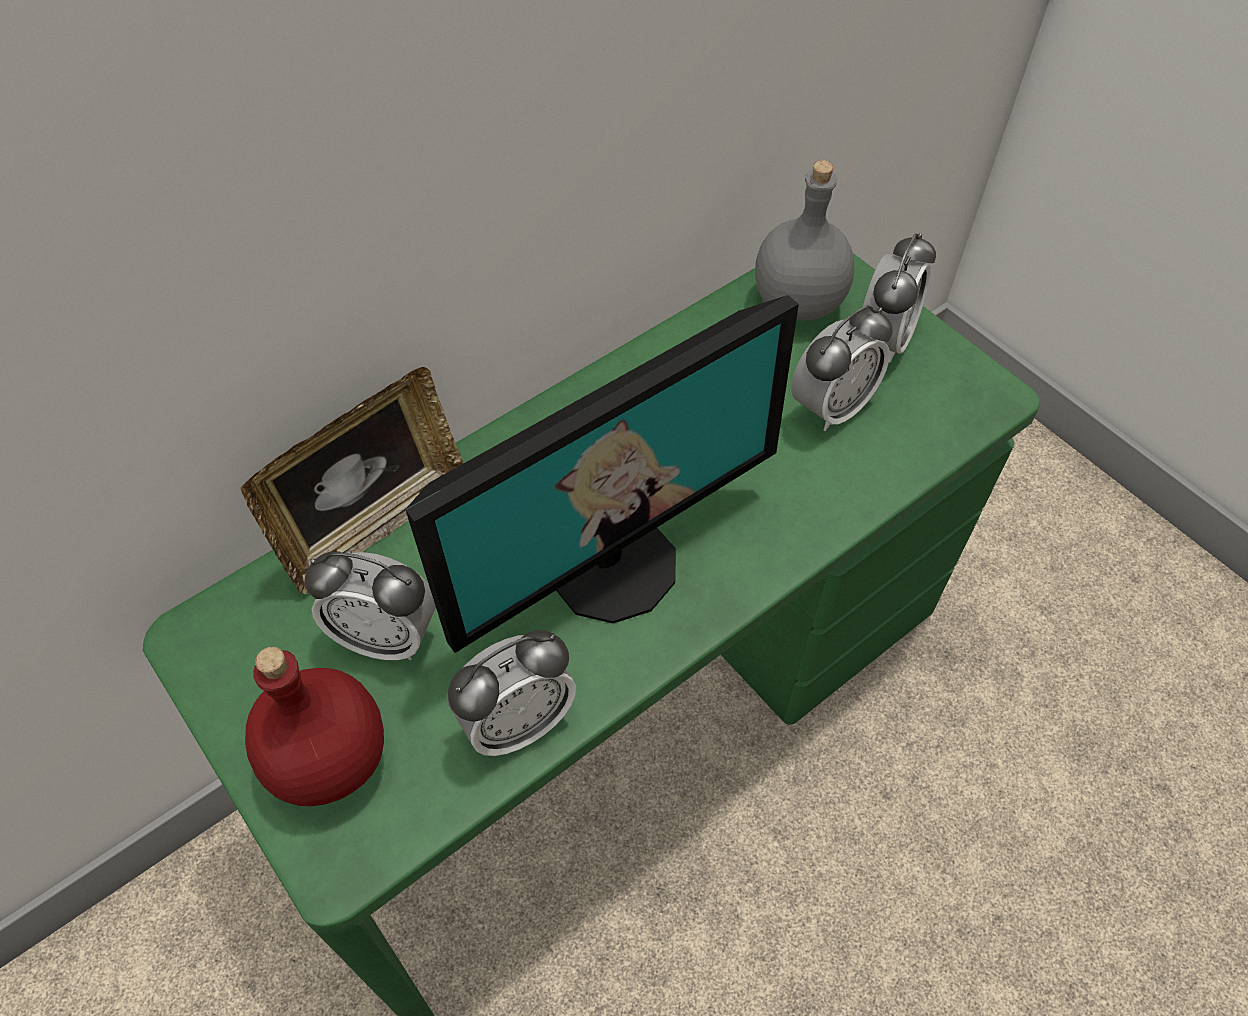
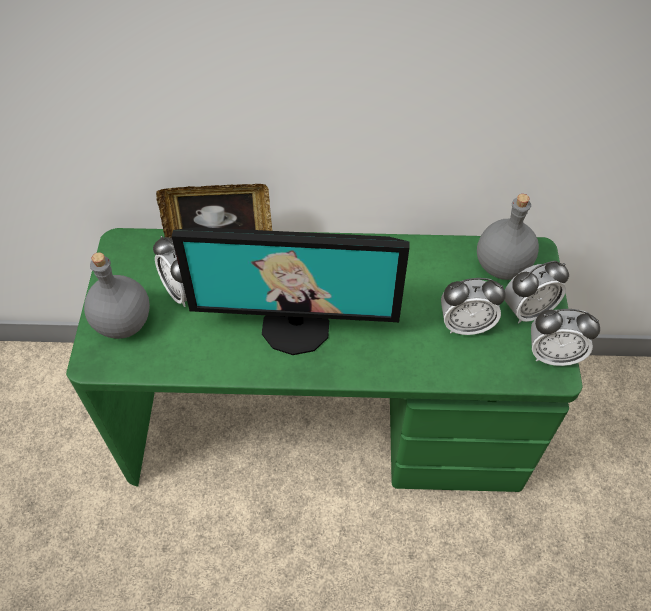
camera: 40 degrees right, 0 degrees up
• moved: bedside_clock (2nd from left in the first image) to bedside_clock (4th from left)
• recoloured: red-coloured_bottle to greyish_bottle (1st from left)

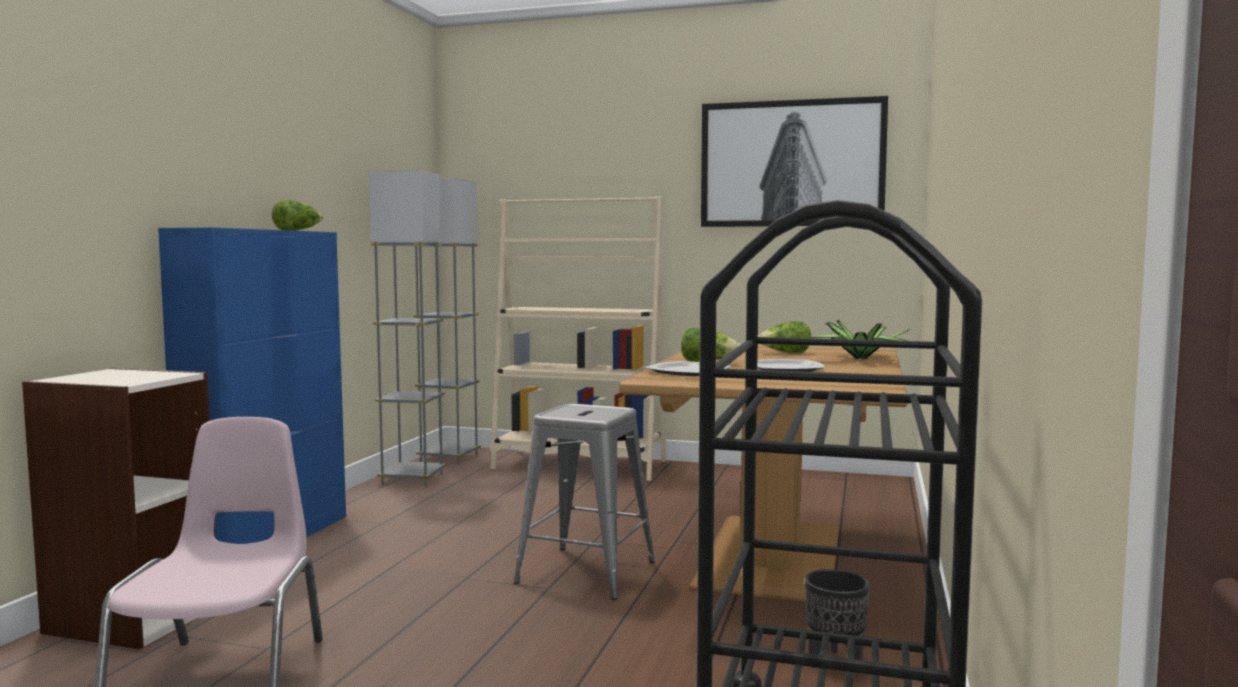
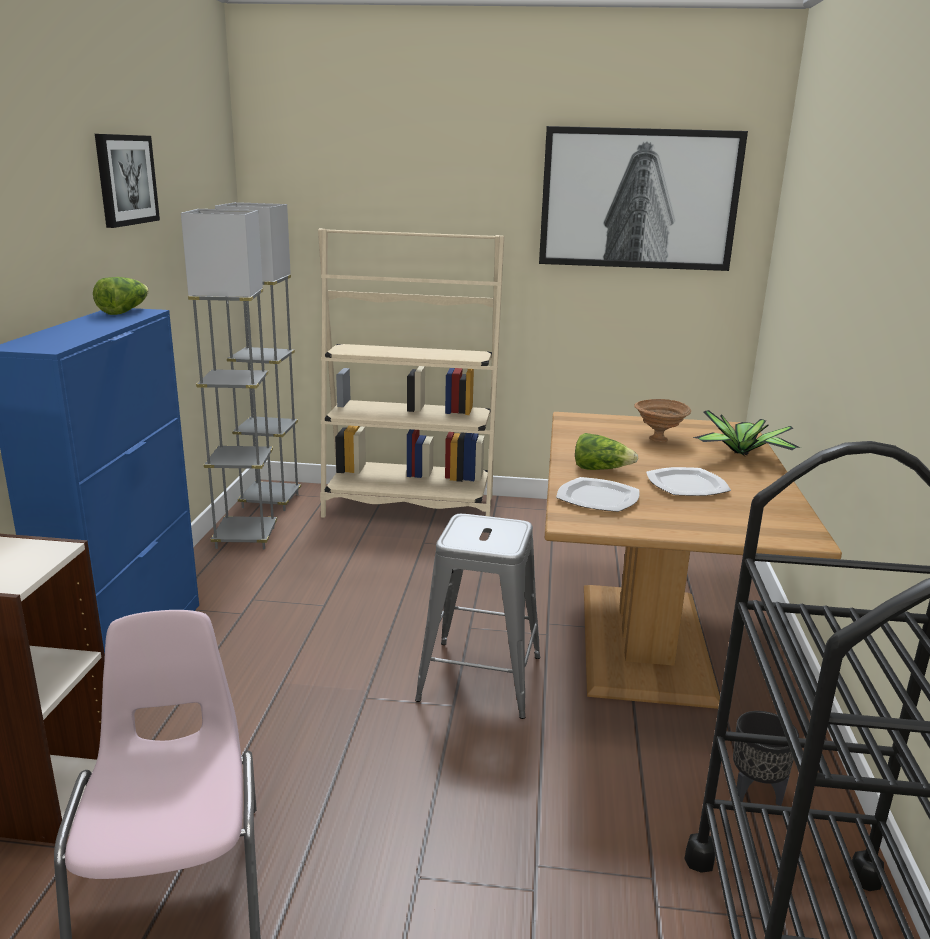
camera: 10 degrees left, 15 degrees up
• added: wall_picture (1st from left)
• replaced: head_of_lettuce (3rd from left) to brown-coloured_bowl

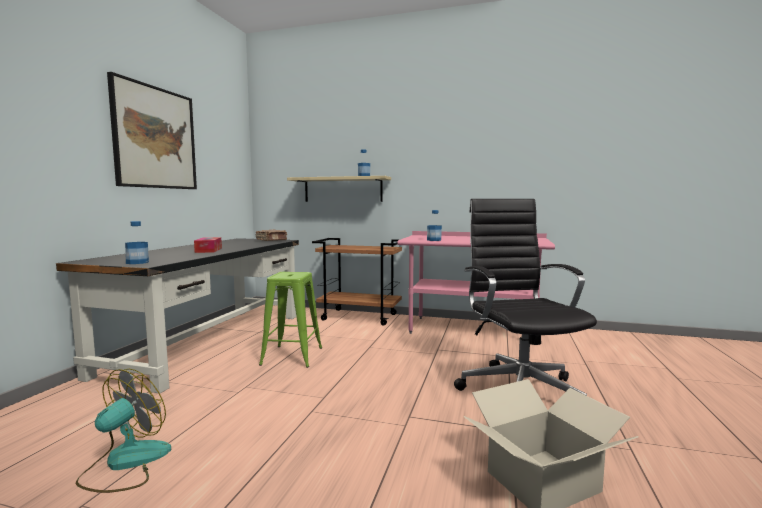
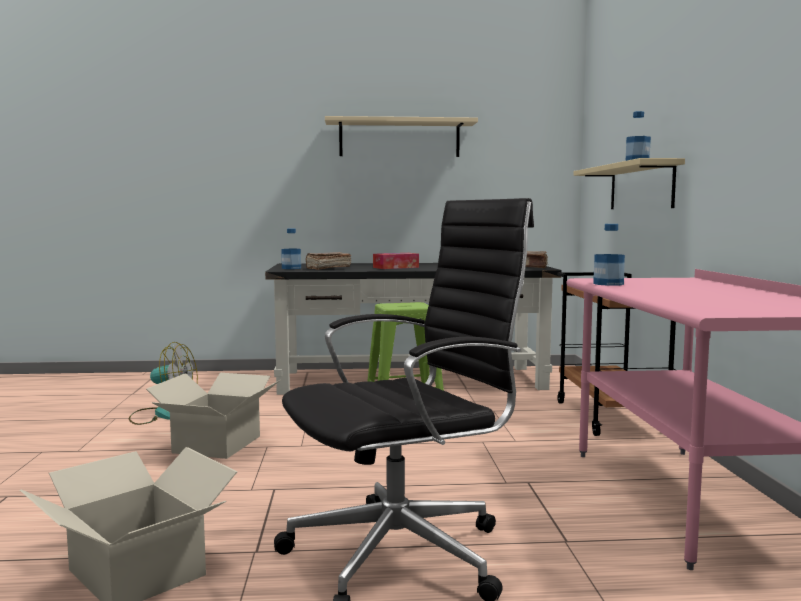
camera: 70 degrees right, 0 degrees up
• added: carton (2nd from left)
• added: brown-coloured_bound_book (1st from left)
• replaced: wall_picture to beige-coloured_wall_shelf (1st from left)

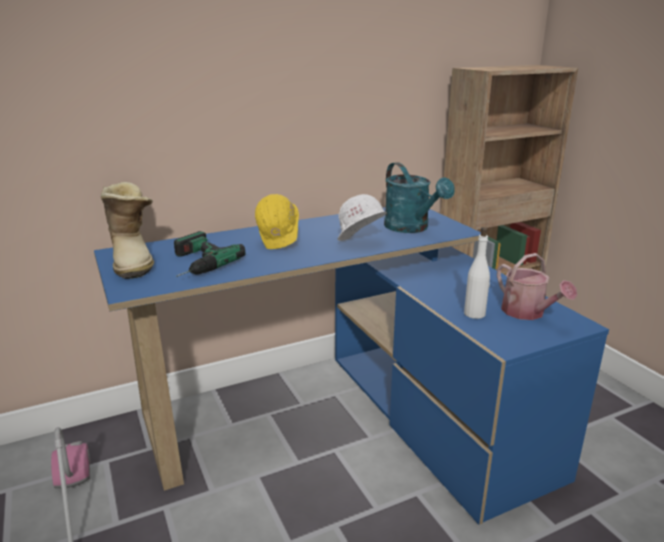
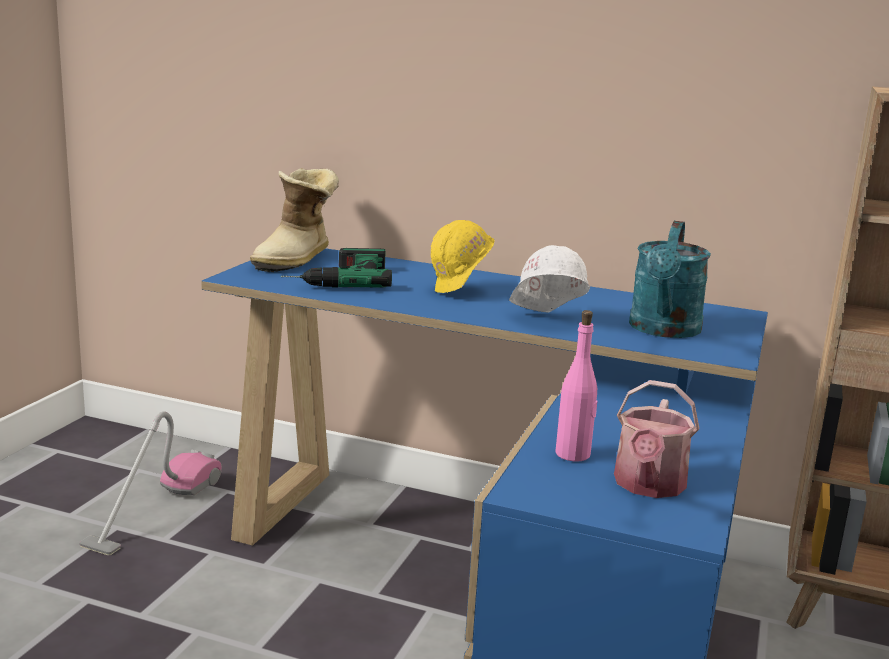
camera: 45 degrees right, 5 degrees down
• recoloured: white-coloured_bottle to pink_bottle

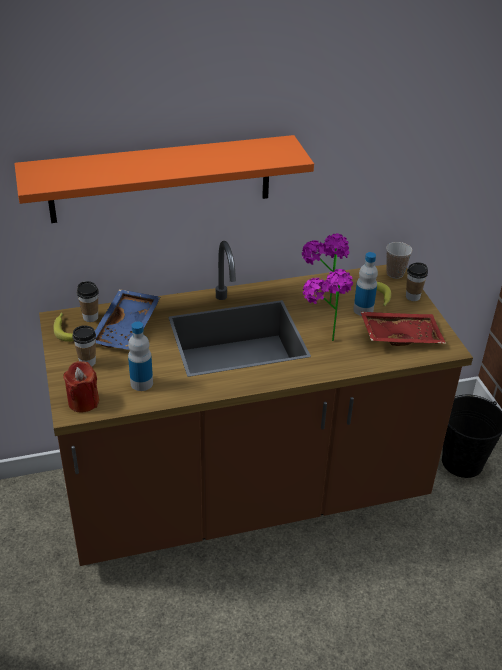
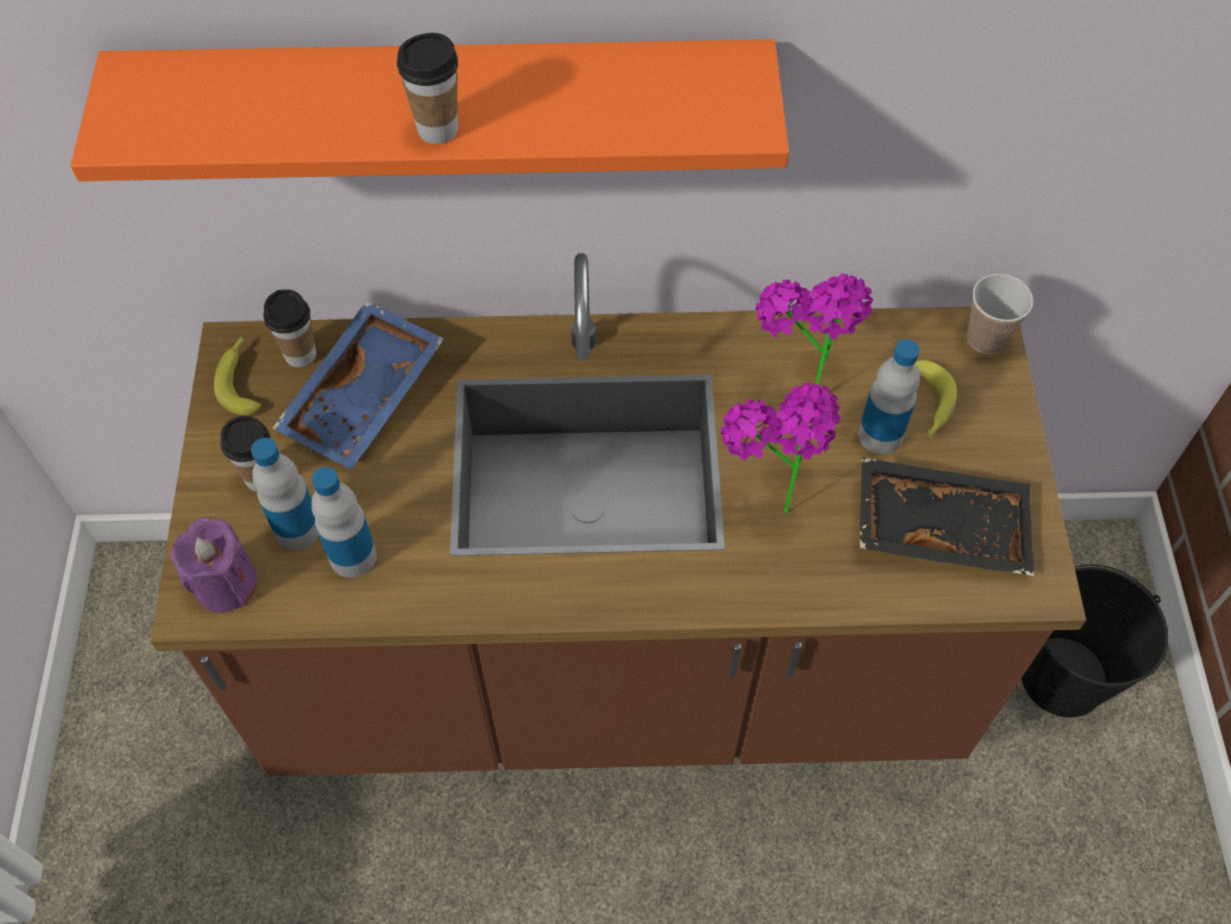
camera: 15 degrees right, 20 degrees up
• added: bottle (1st from left)
• moved: cup (4th from left in the first image) to cup (3rd from left)
• recoloured: red-coloured_candle to purple_candle
• recoloured: red-coloured_tray to black_tray

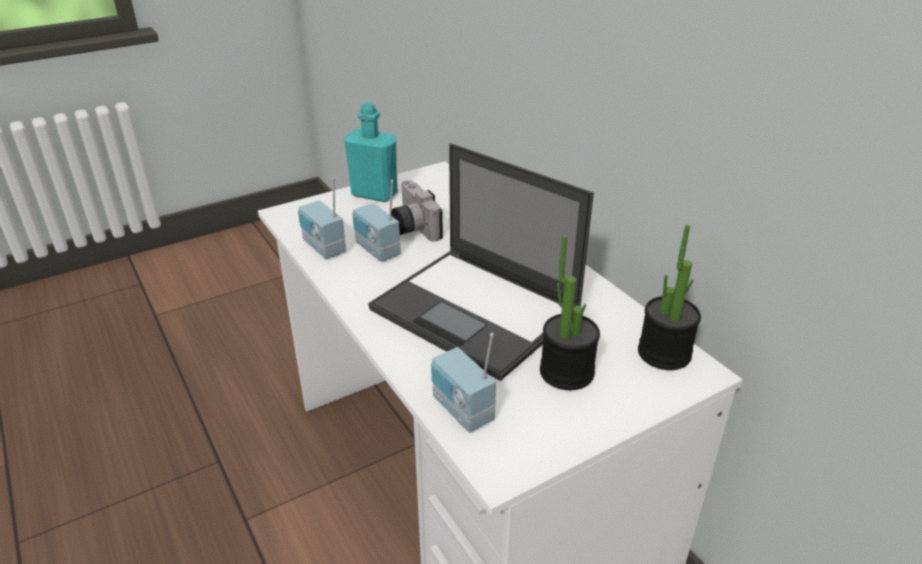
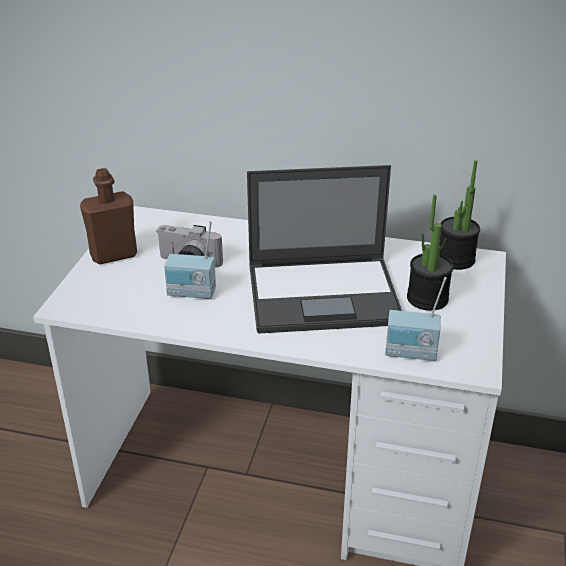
camera: 45 degrees left, 0 degrees up
• removed: radio_receiver (1st from left)
• recoloured: turquoise-coloured_bottle to brown-coloured_bottle

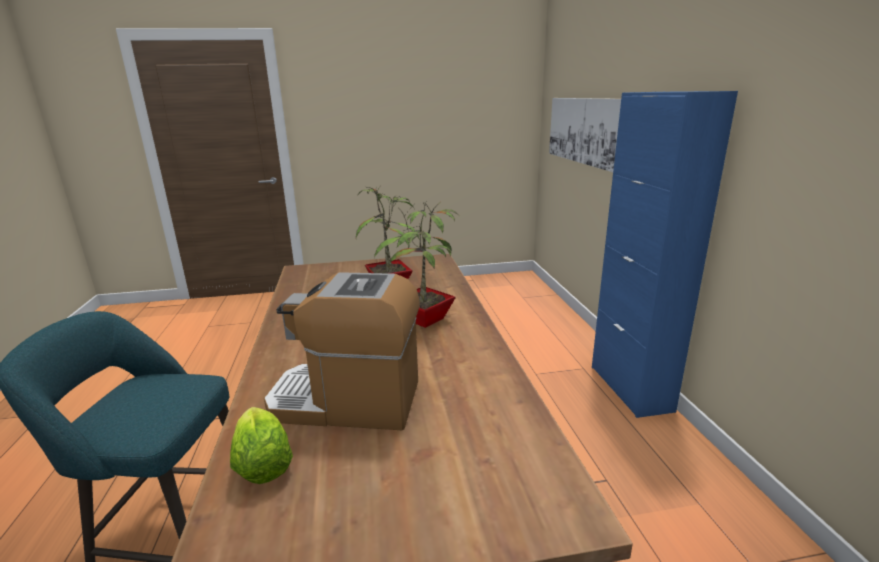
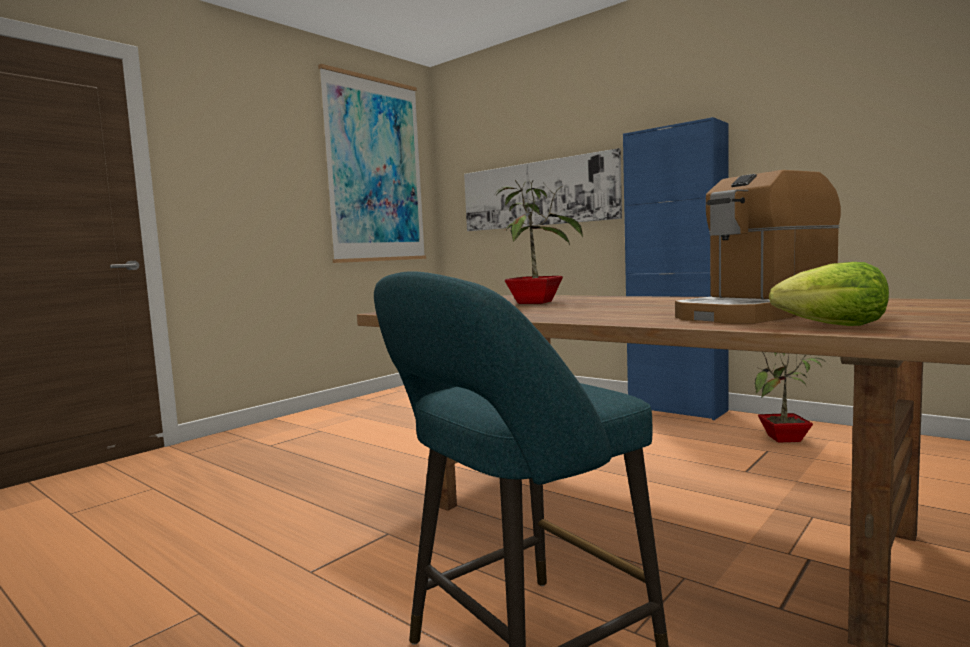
camera: 40 degrees left, 15 degrees down
• added: wall_picture (1st from left)
• moved: potted_plant (2nd from left)

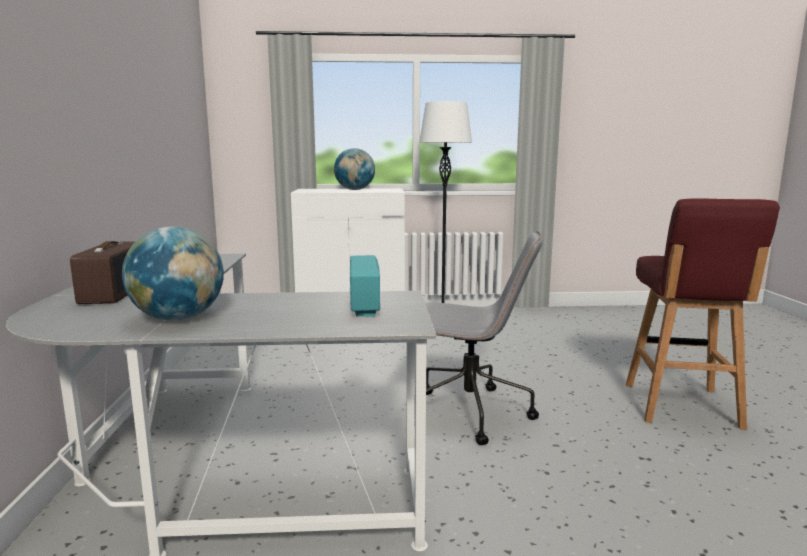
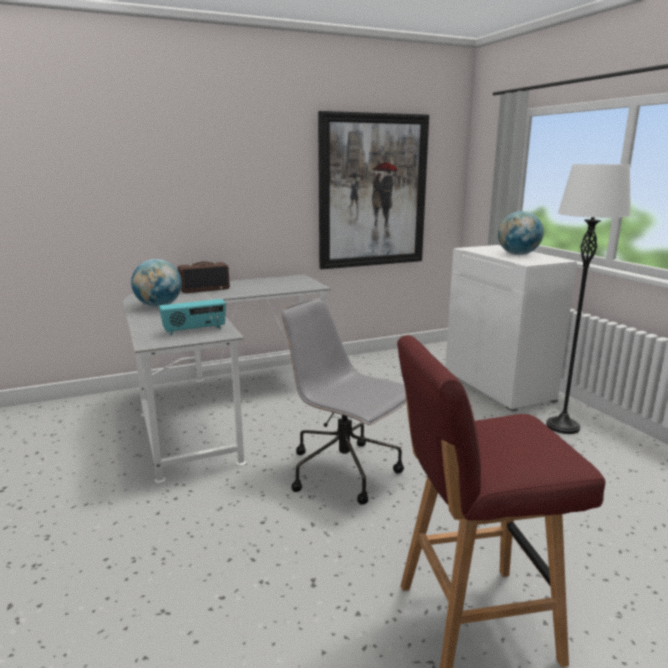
camera: 70 degrees right, 5 degrees up
• added: wall_picture
• turned: greyish_desk_chair 135 degrees clockwise

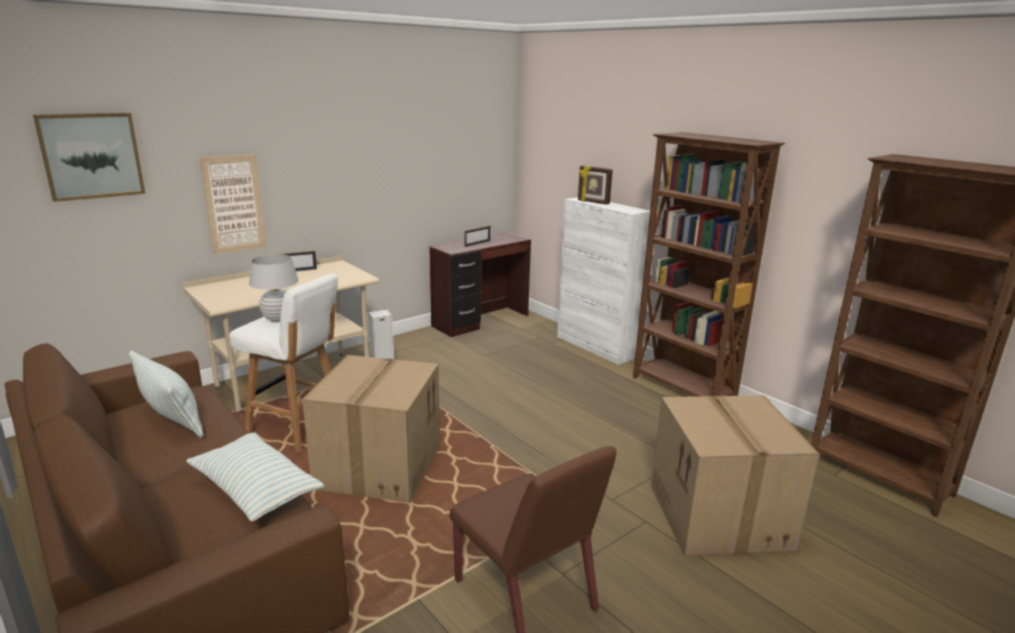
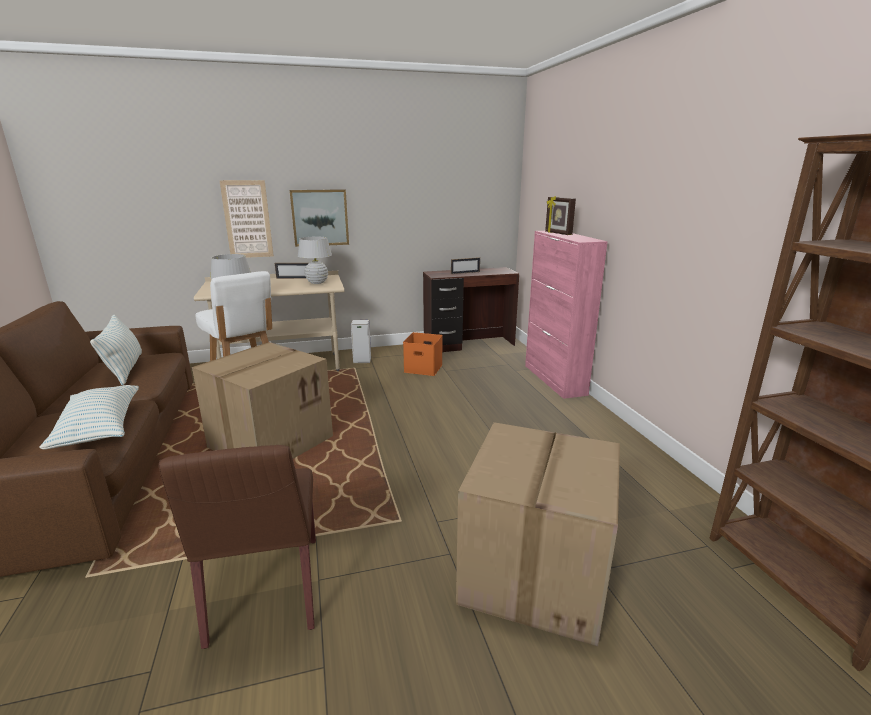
camera: 25 degrees right, 0 degrees up
• removed: brown-coloured_bookcase (1st from left)
• added: white-coloured_table_lamp (2nd from left)
• added: orangey_storage_box
• moved: wall_picture (1st from left in the first image) to wall_picture (2nd from left)
• recoloured: white-coloured_storage_cabinet to pink_storage_cabinet

